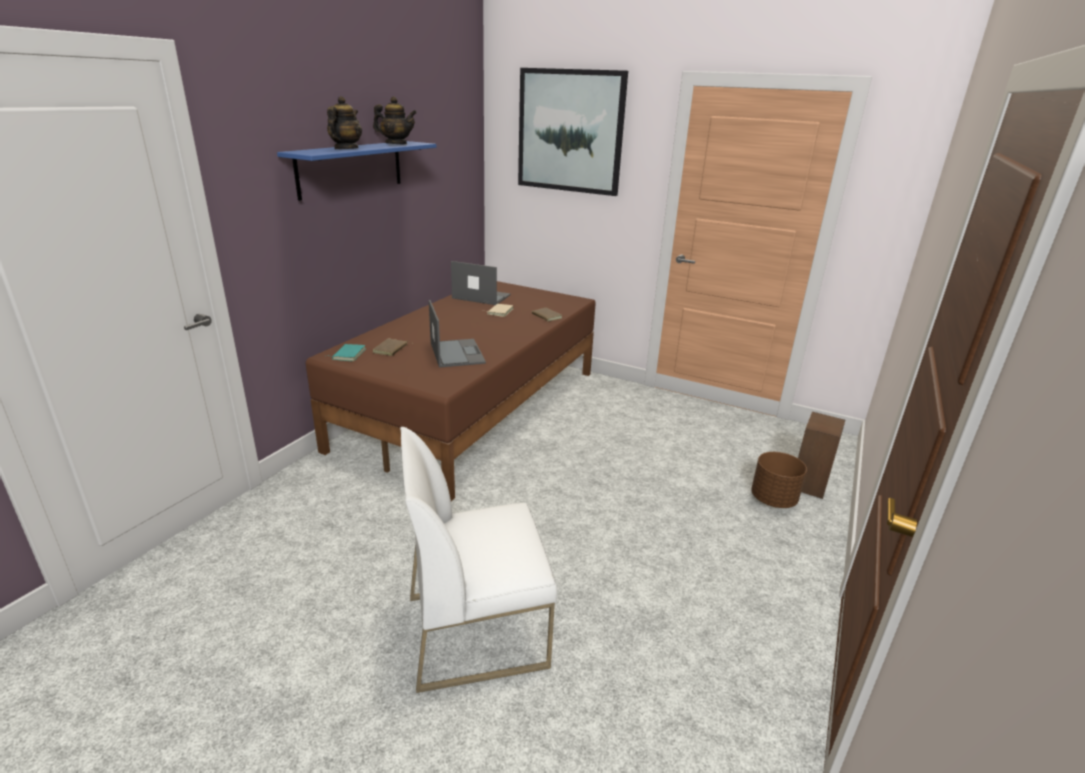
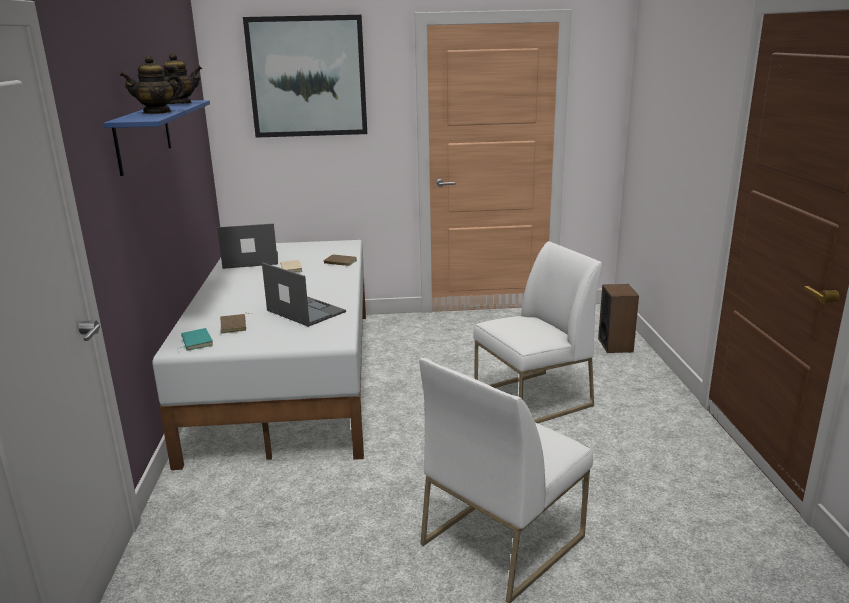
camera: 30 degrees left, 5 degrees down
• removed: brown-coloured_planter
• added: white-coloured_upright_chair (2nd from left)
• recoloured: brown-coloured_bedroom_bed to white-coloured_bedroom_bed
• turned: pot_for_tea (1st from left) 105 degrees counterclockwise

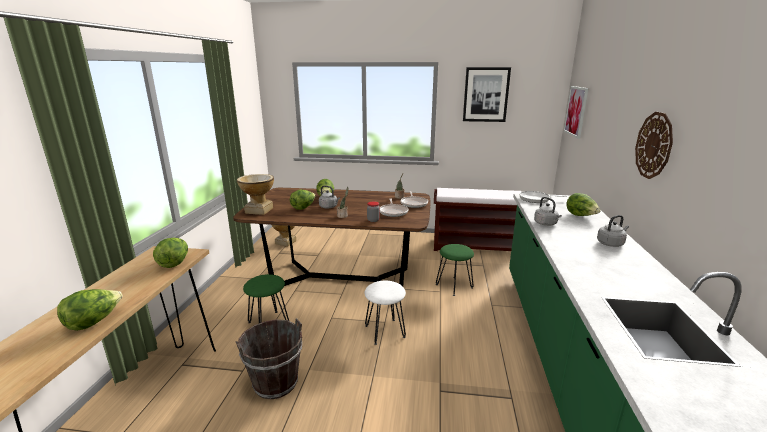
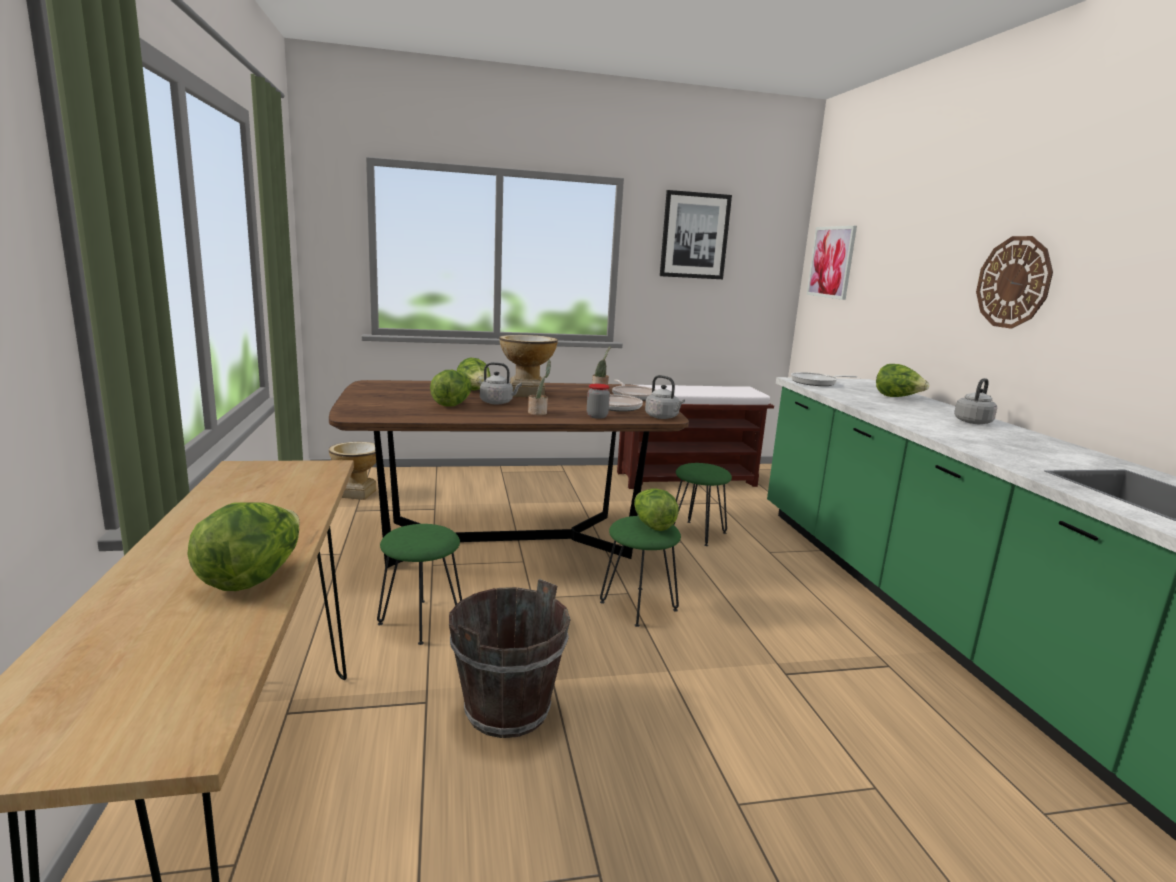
camera: 20 degrees left, 5 degrees down
• moved: head_of_lettuce (2nd from left in the first image) to head_of_lettuce (4th from left)
• moved: vase (1st from left in the first image) to vase (2nd from left)
• moved: greyish_tea_kettle (2nd from left)
• recoloured: white-coloured_sitting_stool to green_sitting_stool (2nd from left)

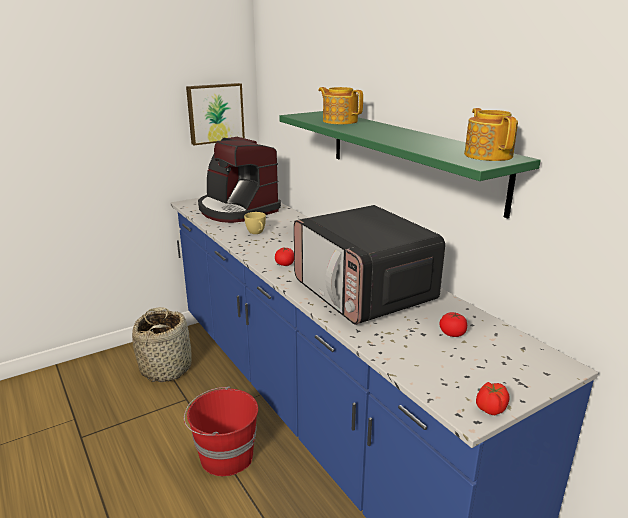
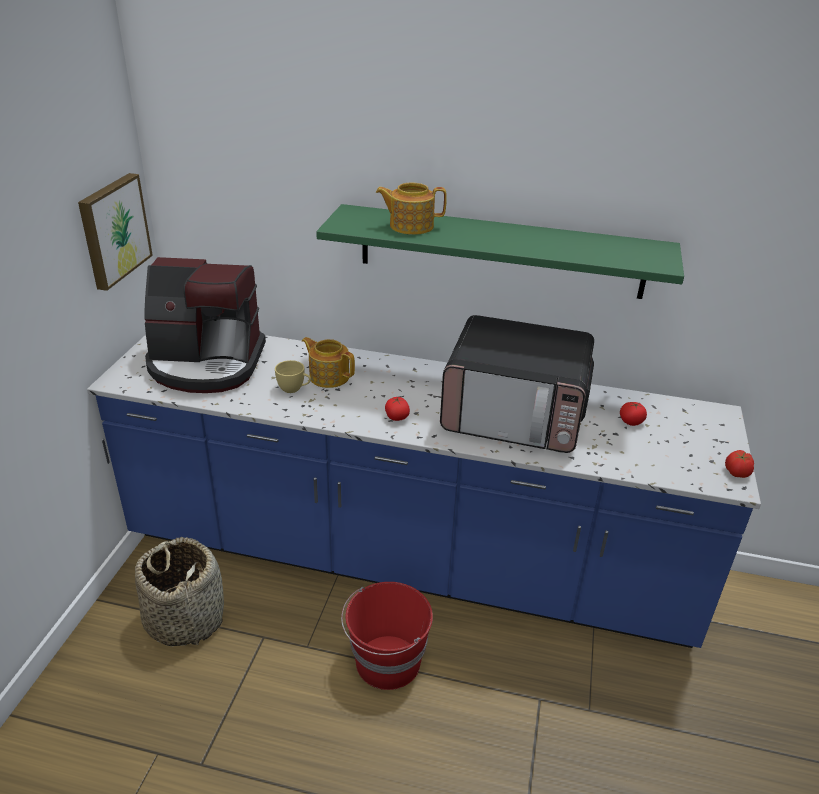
camera: 45 degrees left, 10 degrees up
• moved: pot_for_tea (2nd from left in the first image) to pot_for_tea (1st from left)

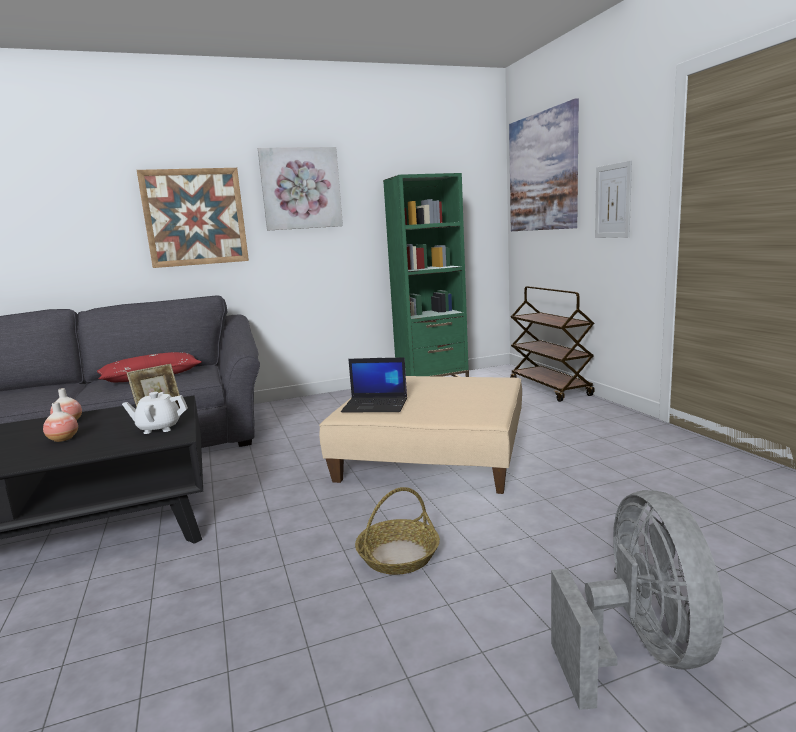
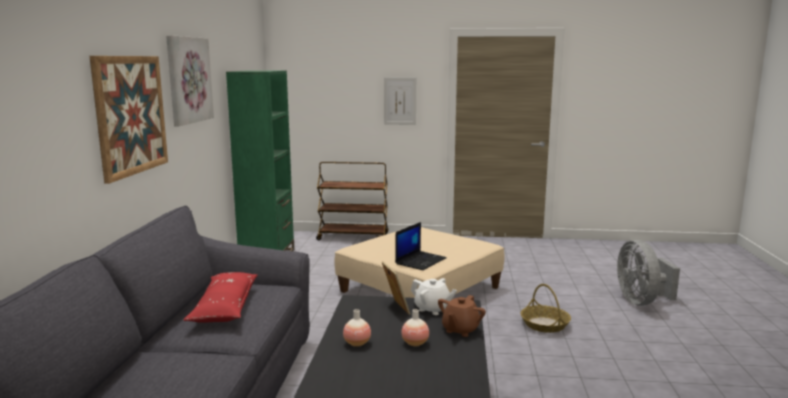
camera: 65 degrees left, 0 degrees up
• removed: wall_picture (3rd from left)
• added: brown-coloured_pot_for_tea
• turned: white-coloured_pot_for_tea 75 degrees counterclockwise
• turned: greyish_cooling_fan 120 degrees counterclockwise

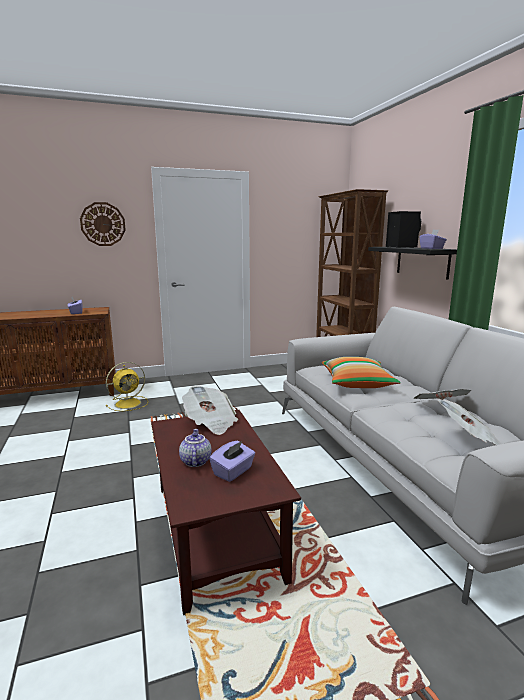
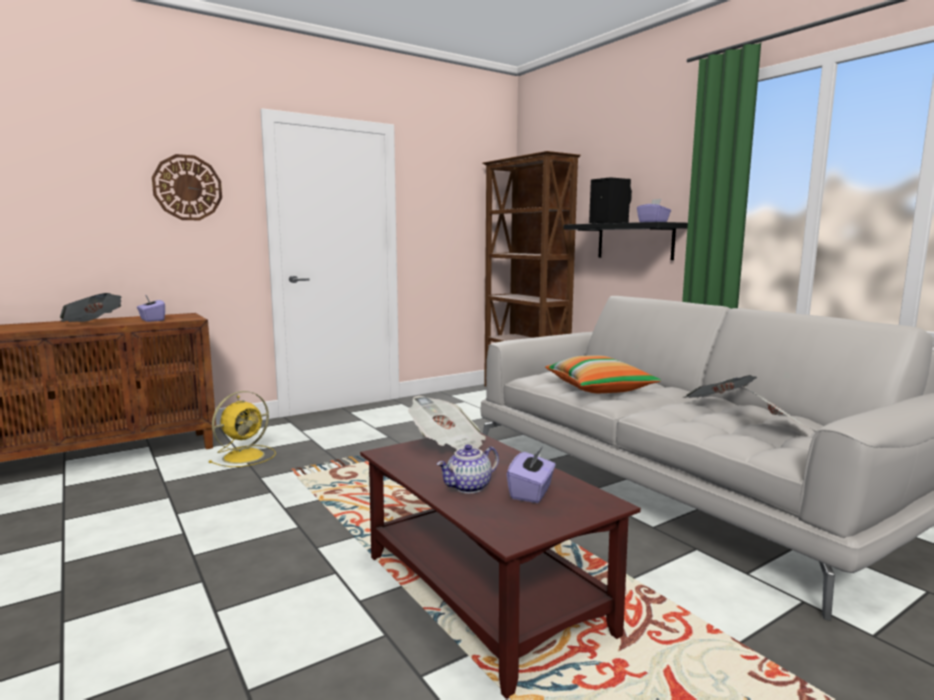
camera: 15 degrees left, 5 degrees down
• added: printed_paper (1st from left)
• turned: pot_for_tea 105 degrees counterclockwise

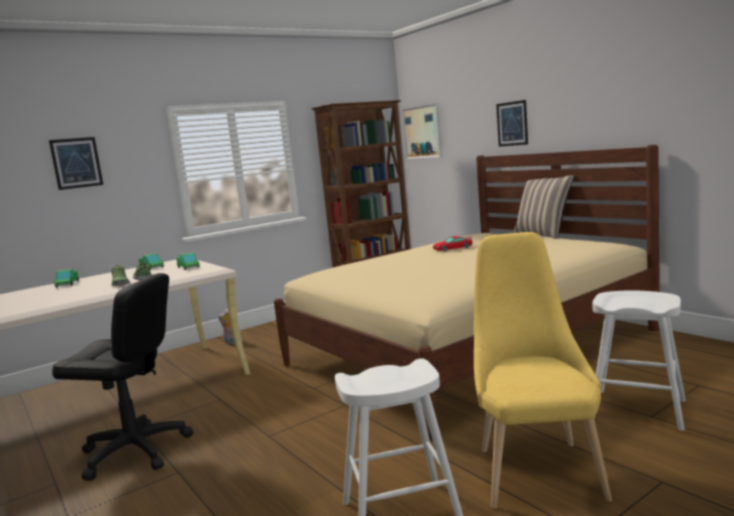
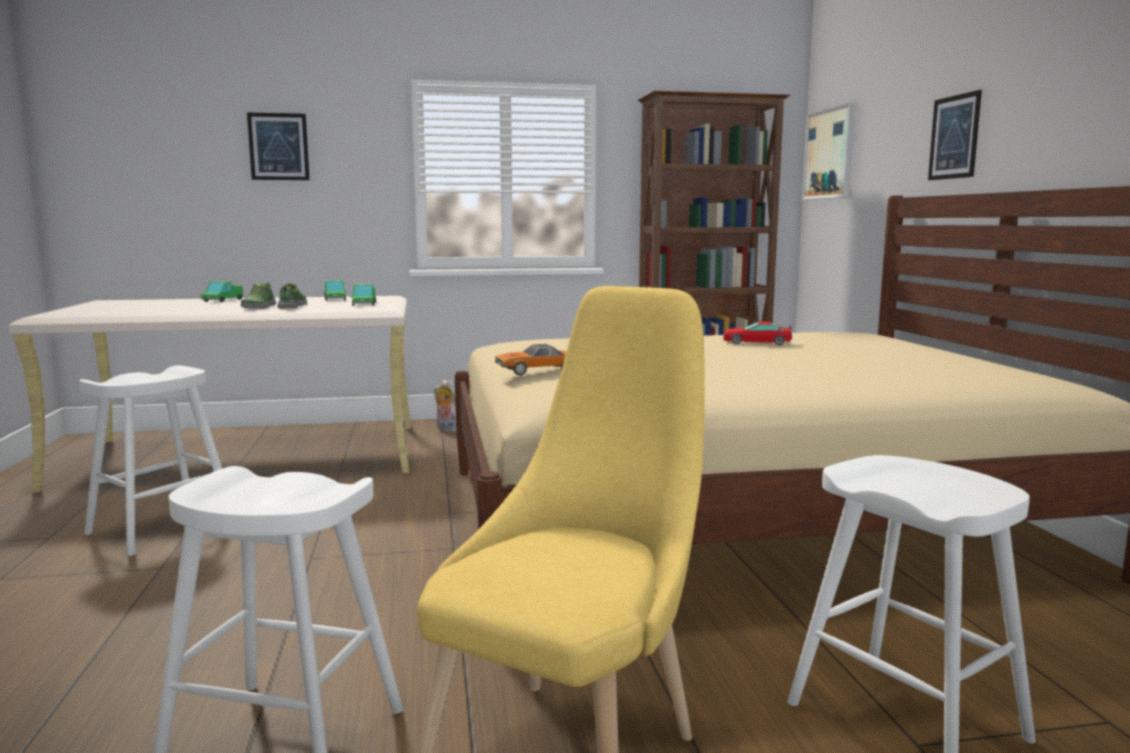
camera: 25 degrees right, 0 degrees up
• removed: pillow
• added: toy_car (1st from left)
• replaced: black_desk_chair to white-coloured_sitting_stool (1st from left)

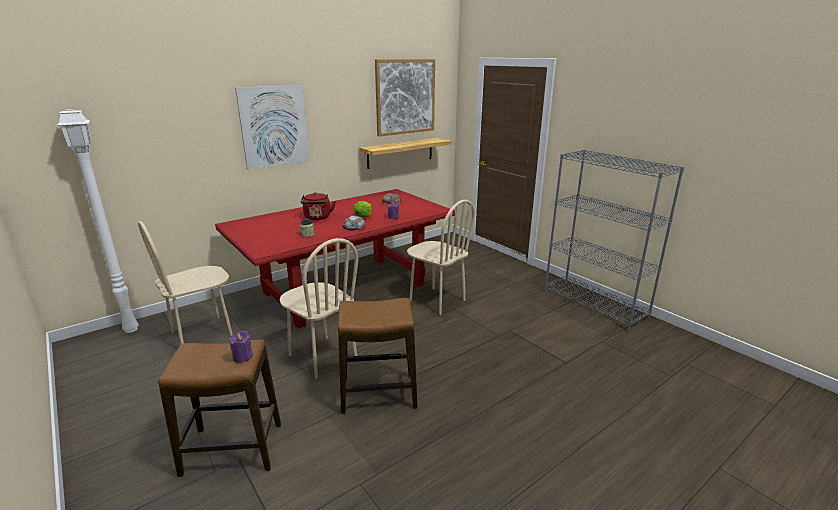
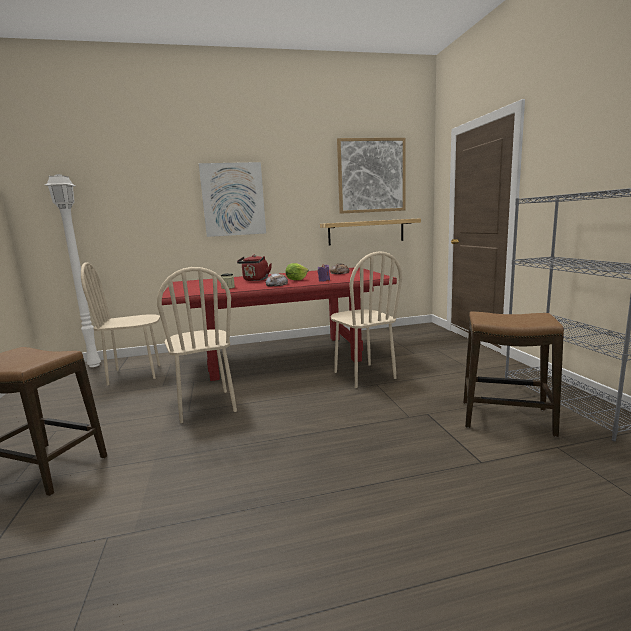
camera: 25 degrees right, 10 degrees down
• removed: purple_candle (1st from left)
• moved: sitting_stool (2nd from left)

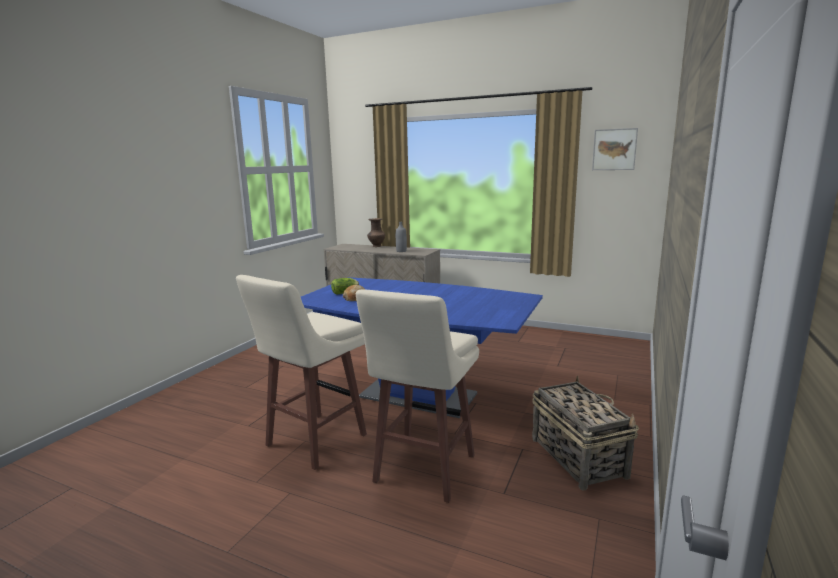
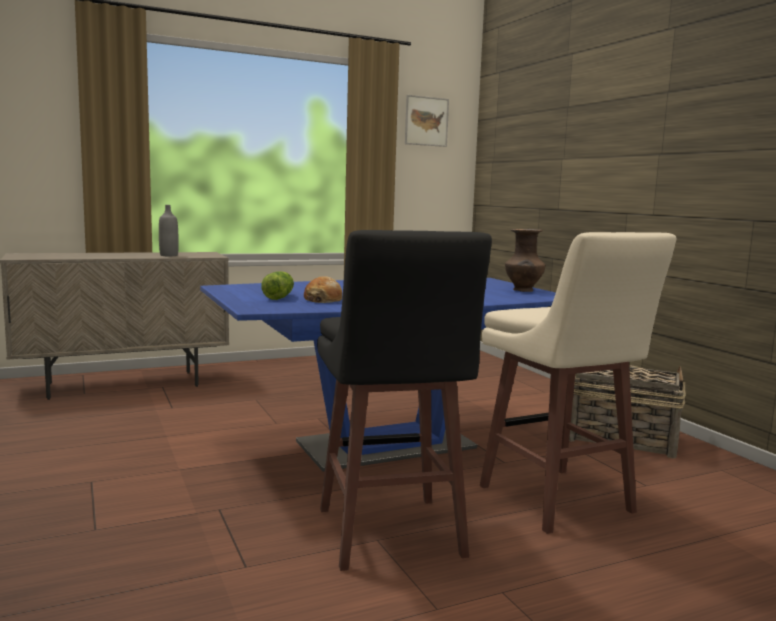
camera: 50 degrees left, 5 degrees down
• moved: brown-coloured_vase
• recoloured: beige-coloured_sitting_stool (1st from left) to black_sitting_stool

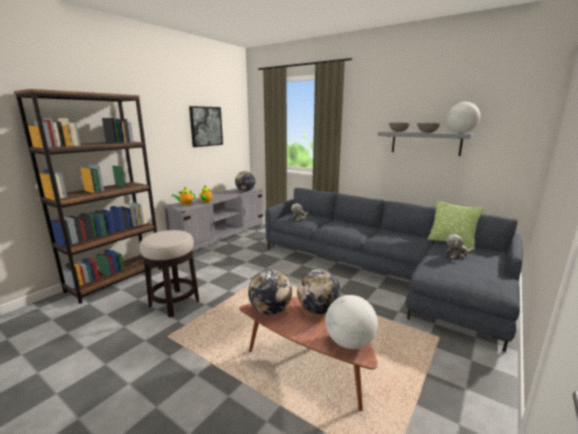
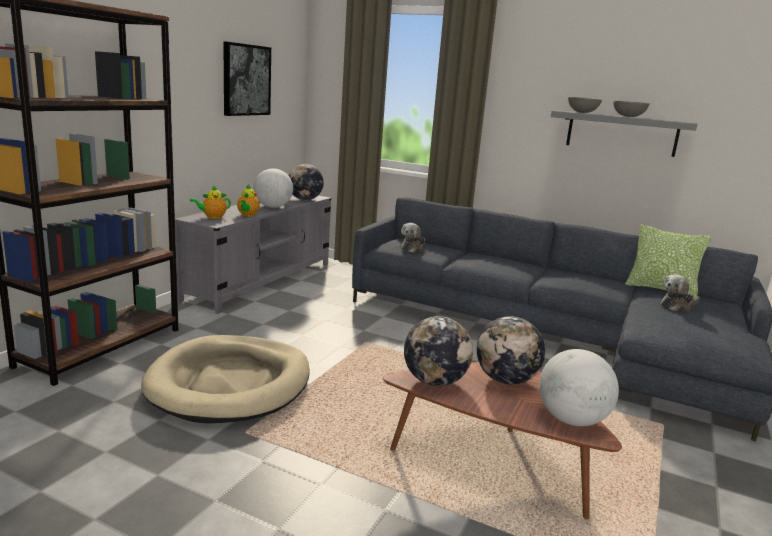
camera: 10 degrees left, 0 degrees up
• moved: desk_globe (5th from left in the first image) to desk_globe (1st from left)
• replaced: sitting_stool to beige-coloured_pet_bed

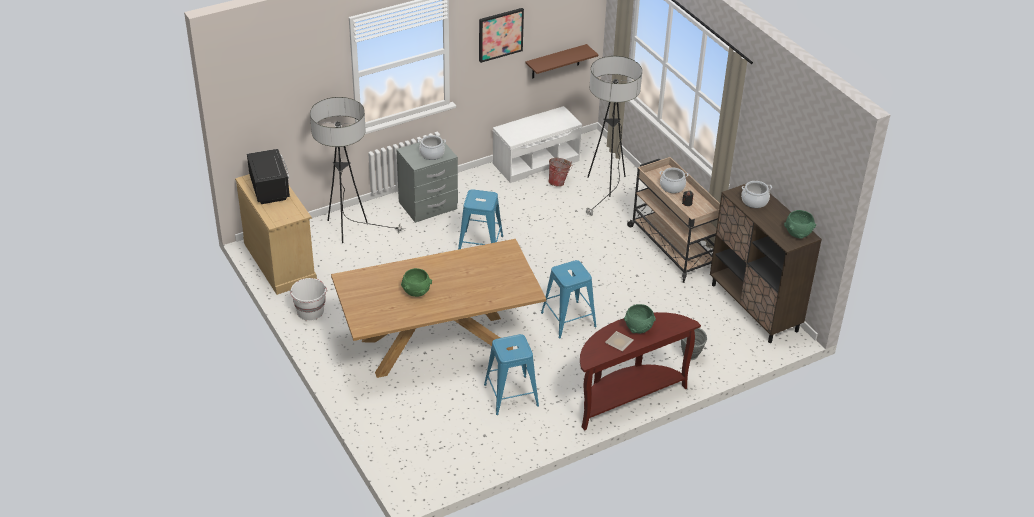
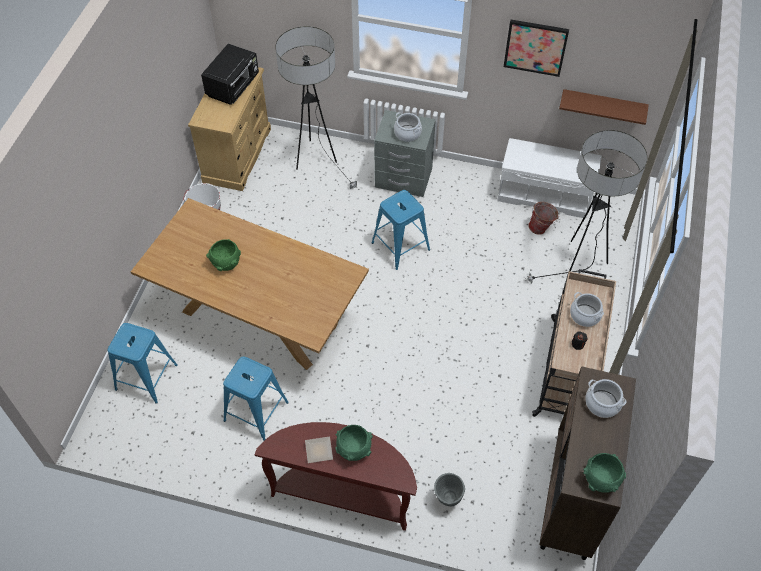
camera: 45 degrees right, 15 degrees up
• moved: blue_sitting_stool (3rd from left in the first image) to blue_sitting_stool (1st from left)

